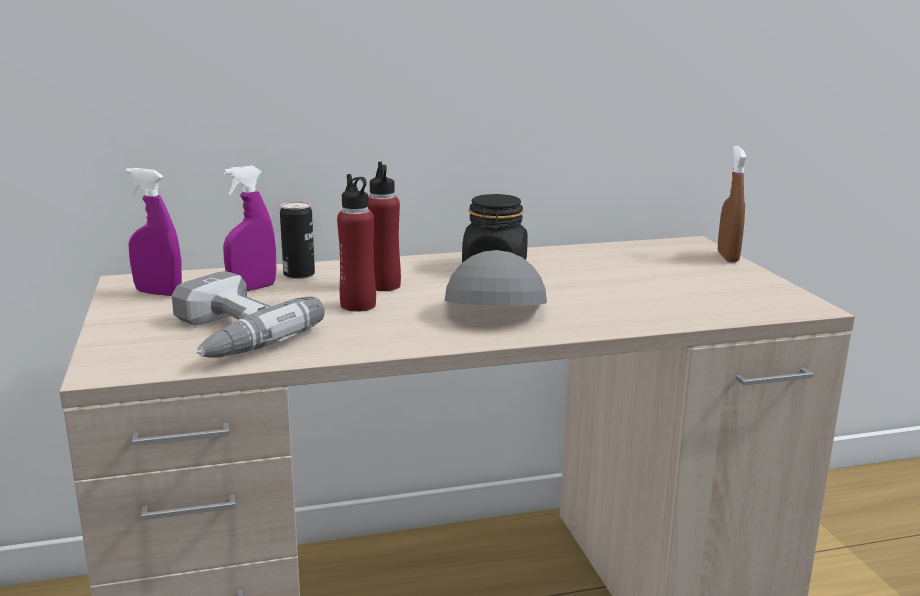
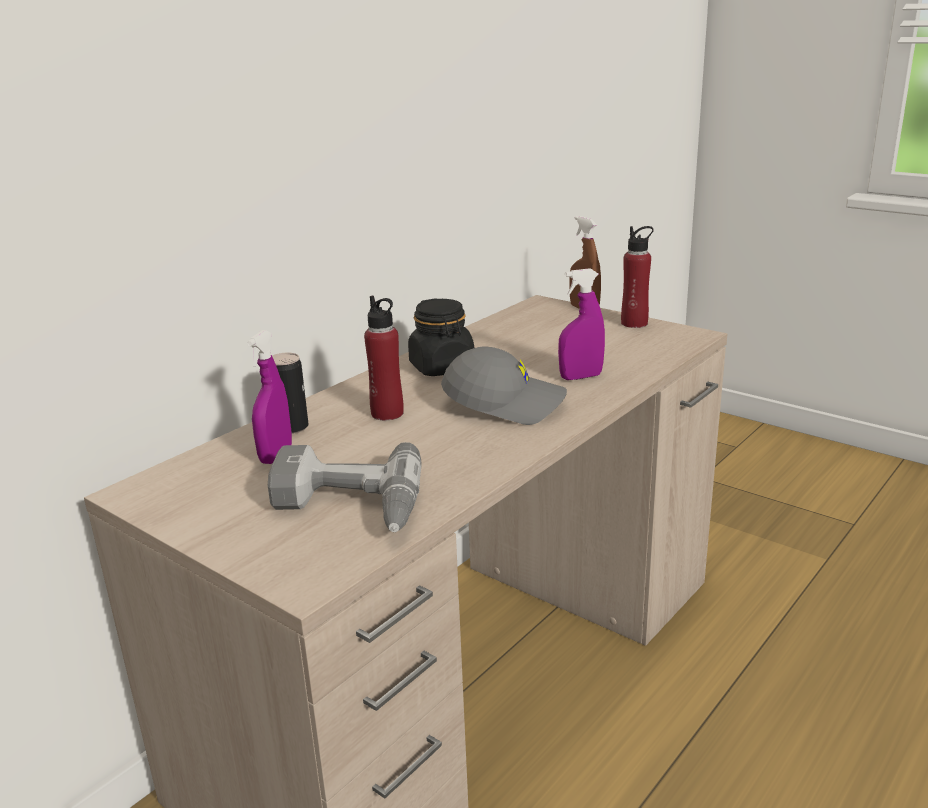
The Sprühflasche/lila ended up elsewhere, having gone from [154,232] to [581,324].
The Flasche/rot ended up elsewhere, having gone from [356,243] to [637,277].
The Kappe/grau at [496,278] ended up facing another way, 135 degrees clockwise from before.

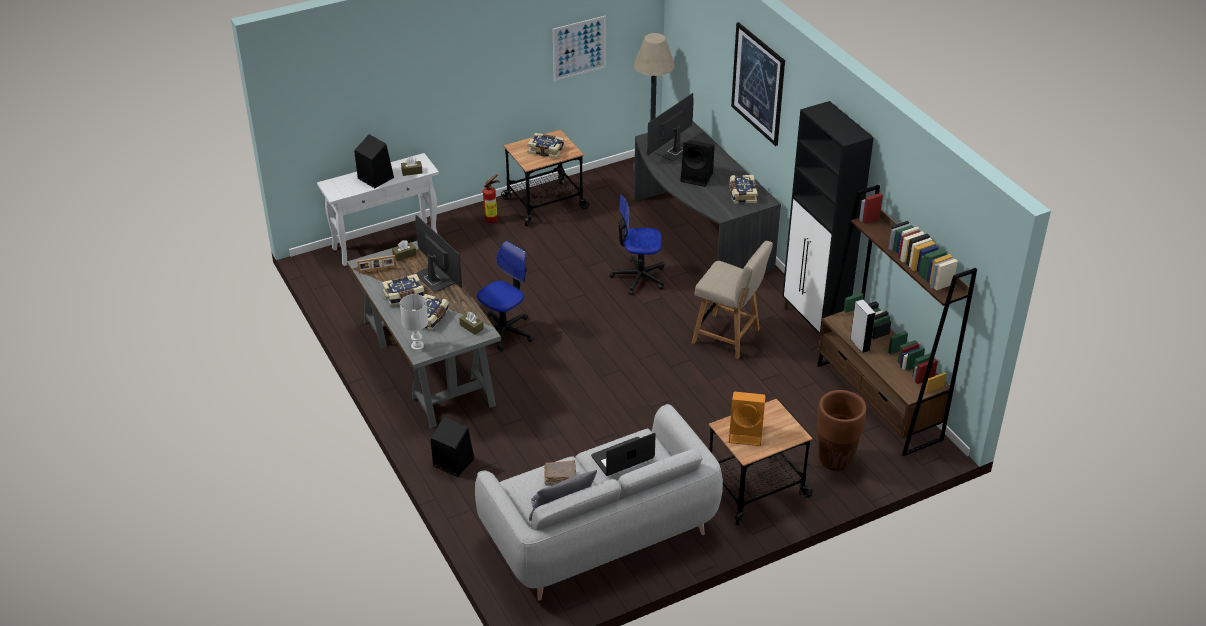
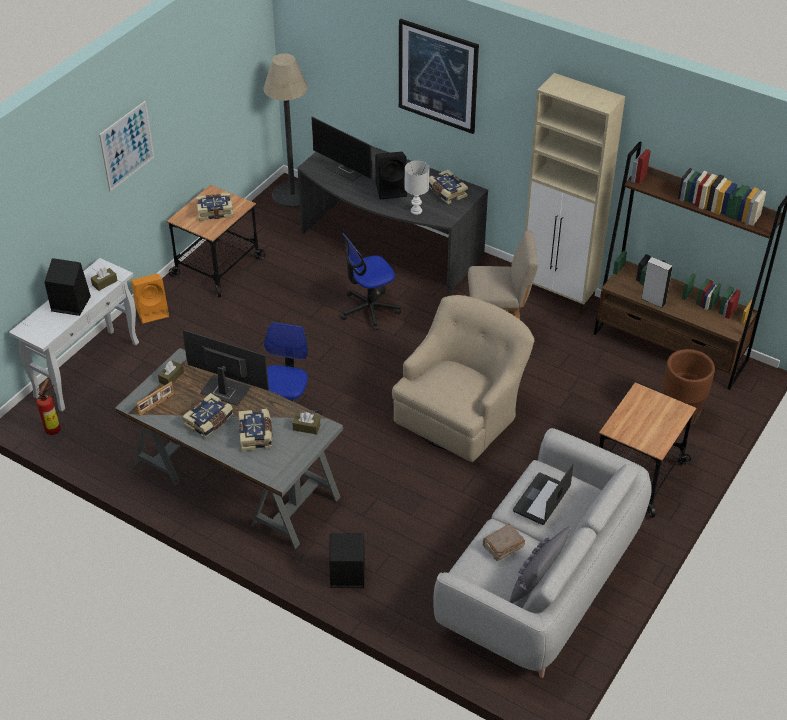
The second view gained the Sessel/beige at [463,378].
The Tischlampe/weiß ended up elsewhere, having gone from [414,322] to [417,188].
The Feuerlöscher ended up elsewhere, having gone from [491,198] to [48,407].
The Bild ended up elsewhere, having gone from [579,48] to [126,146].
The Lautsprecher/orange ended up elsewhere, having gone from [747,419] to [150,298].
What was the Schrank/schwarz at [828,217] turned into the Schrank/beige at [575,193].
The Monitor at [670,127] ended up facing another way, 60 degrees counterclockwise from before.

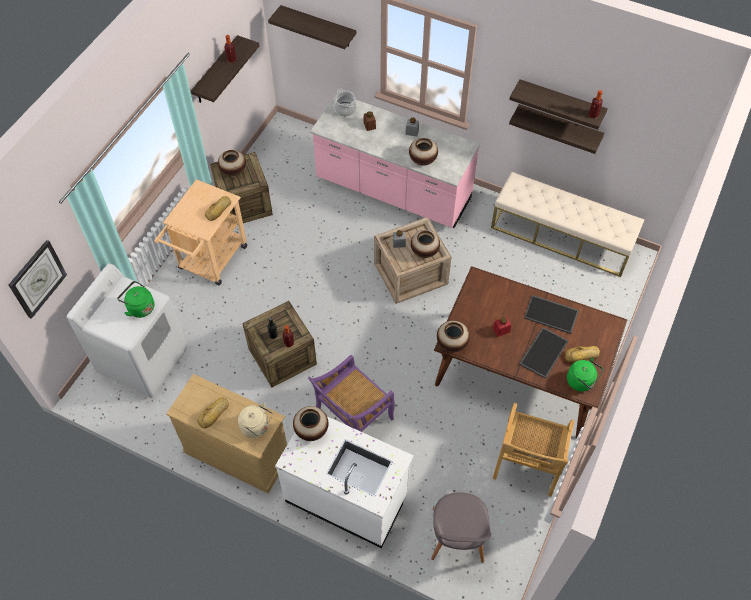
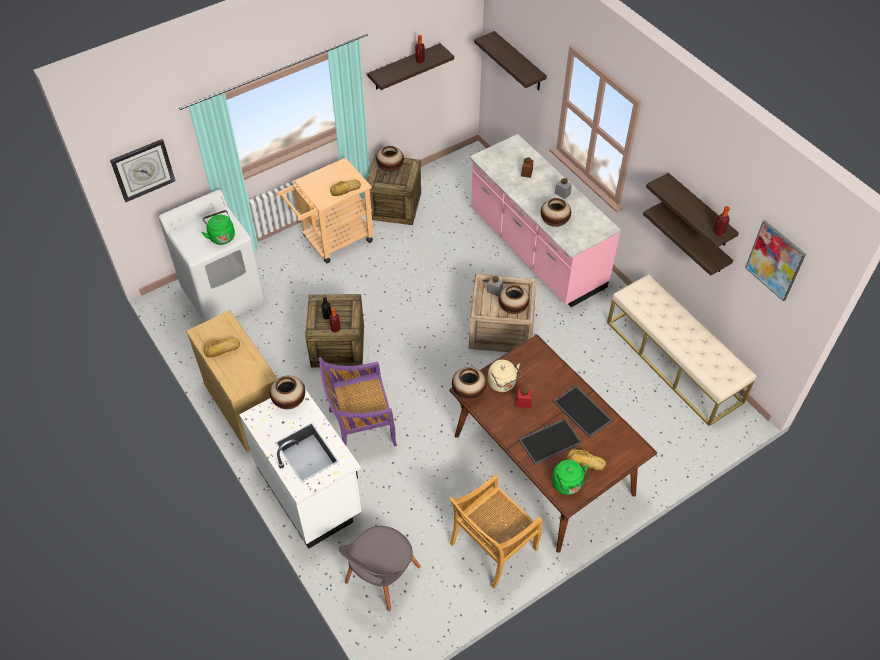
The second view lost the Kochtopf at [345,102].
The second view gained the Bild at [775,260].
The Wasserkessel/beige ended up elsewhere, having gone from [255,420] to [505,376].

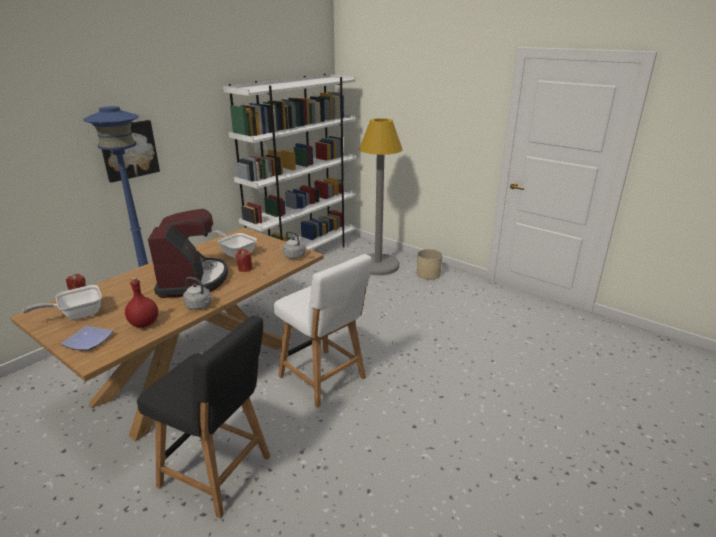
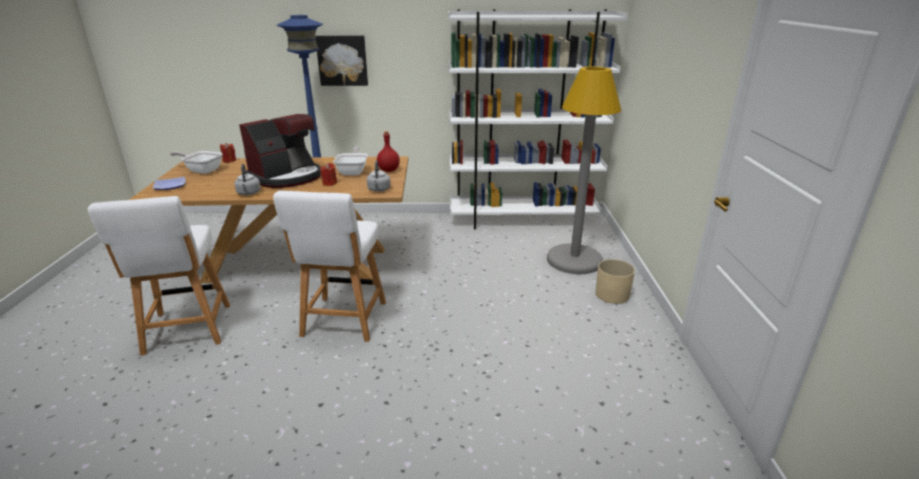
The Flasche/rot ended up elsewhere, having gone from [141,302] to [388,151].
What was the Stuhl/schwarz at [204,417] turned into the Stuhl/weiß at [159,276].

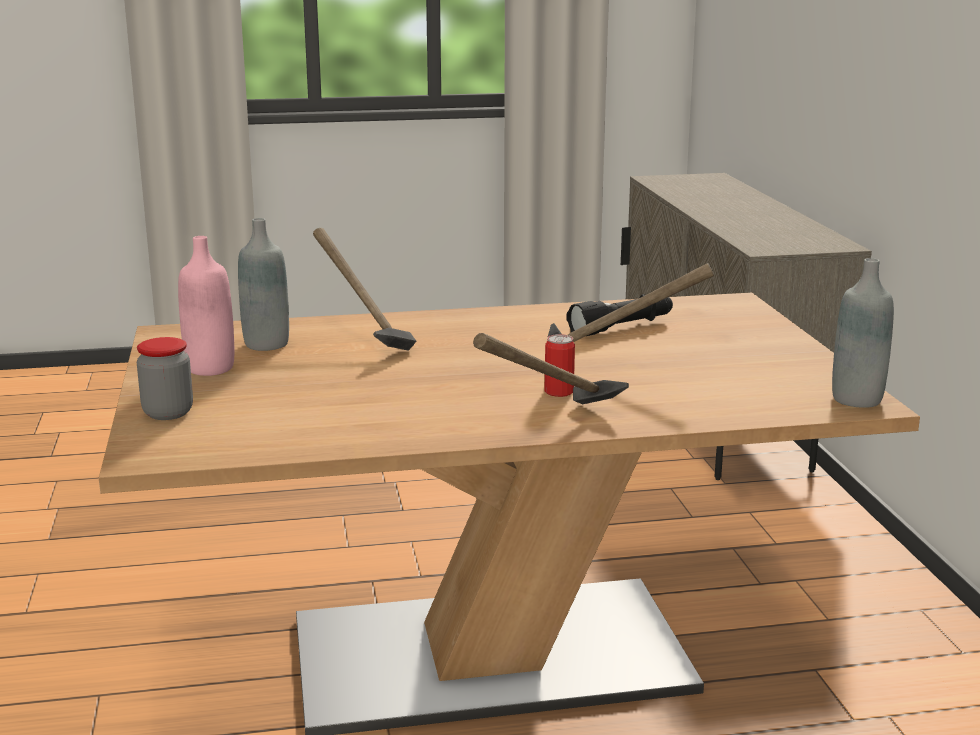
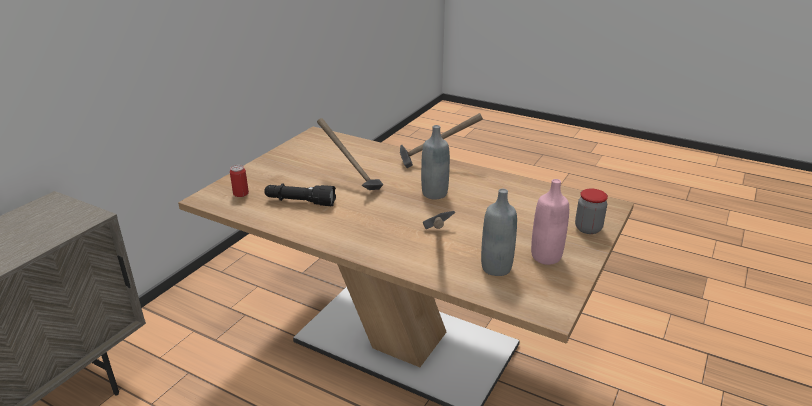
The Dose ended up elsewhere, having gone from [559,365] to [239,181].
The Flasche/grau ended up elsewhere, having gone from [863,333] to [435,162].

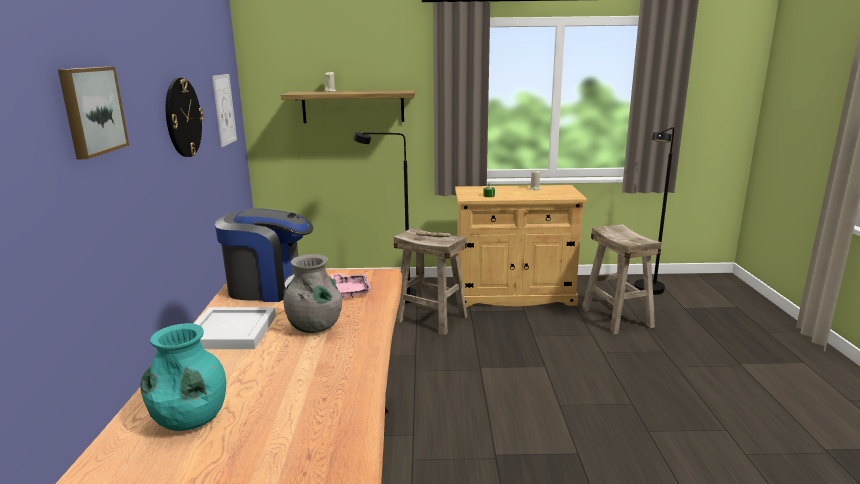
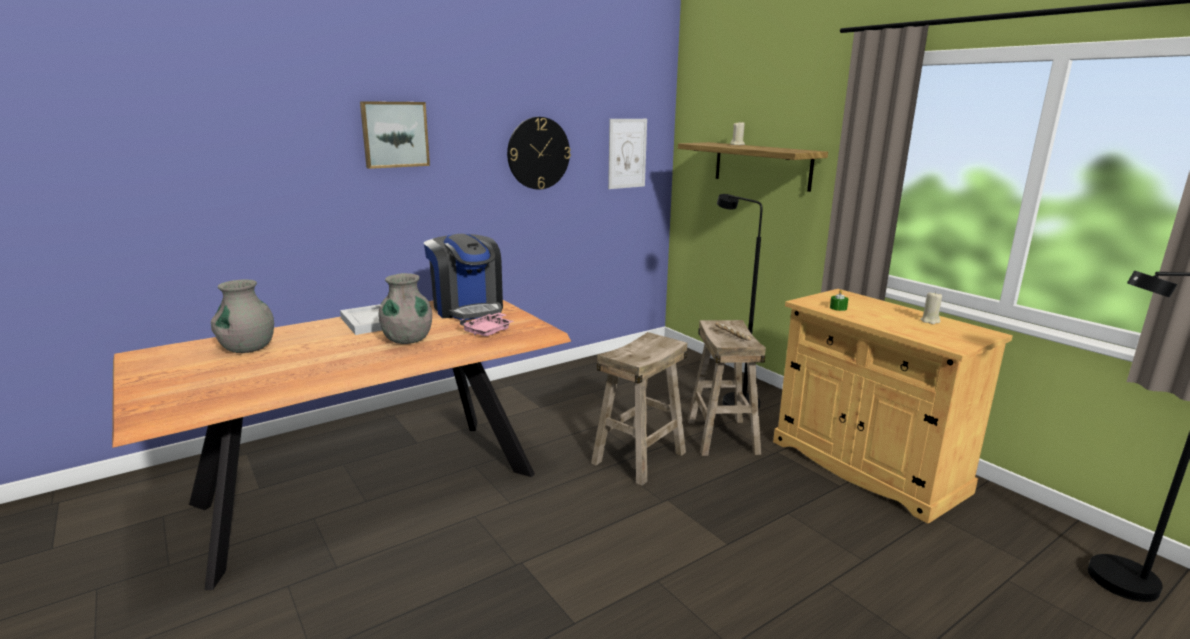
The Hocker/beige ended up elsewhere, having gone from [622,279] to [639,409].
What was the Vase/türkis at [183,377] turned into the Vase/grau at [242,316].

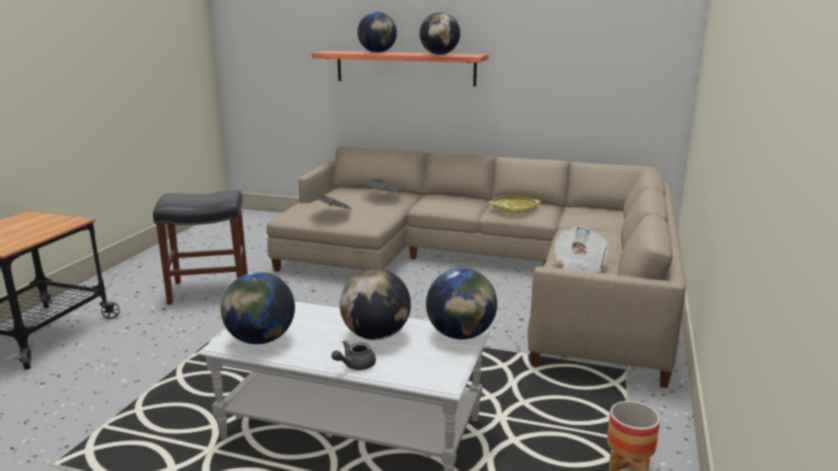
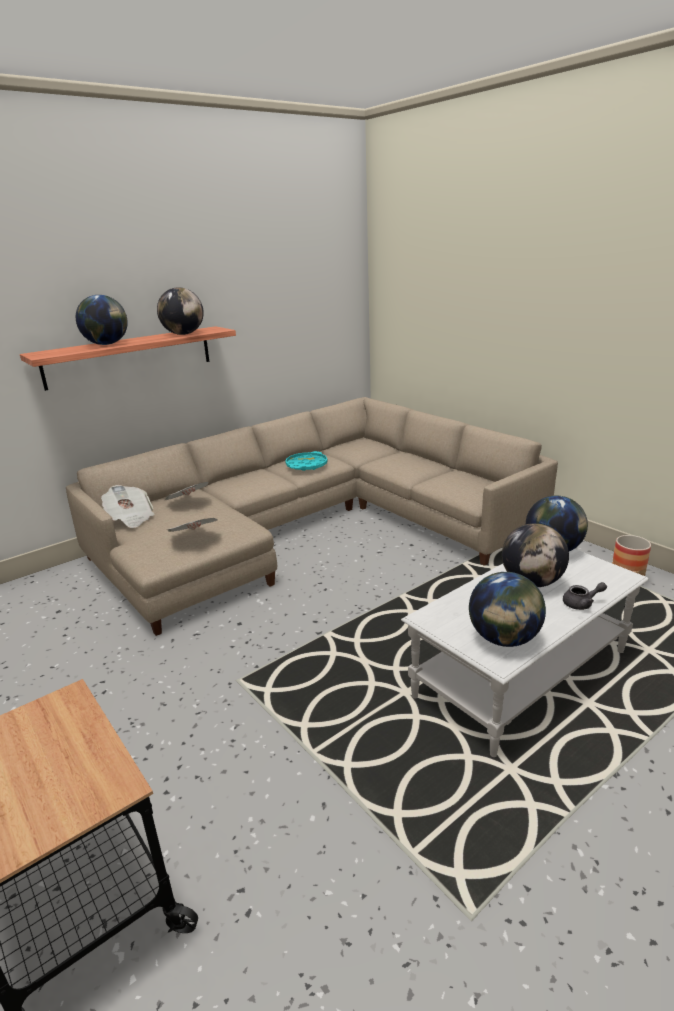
The second view lost the Hocker/schwarz at [200,247].
The Zeitung ended up elsewhere, having gone from [581,249] to [128,506].
What was the Tablett/gelb at [514,204] turned into the Tablett/türkis at [306,461].
The Teekanne/grau at [353,355] ended up facing another way, 90 degrees counterclockwise from before.

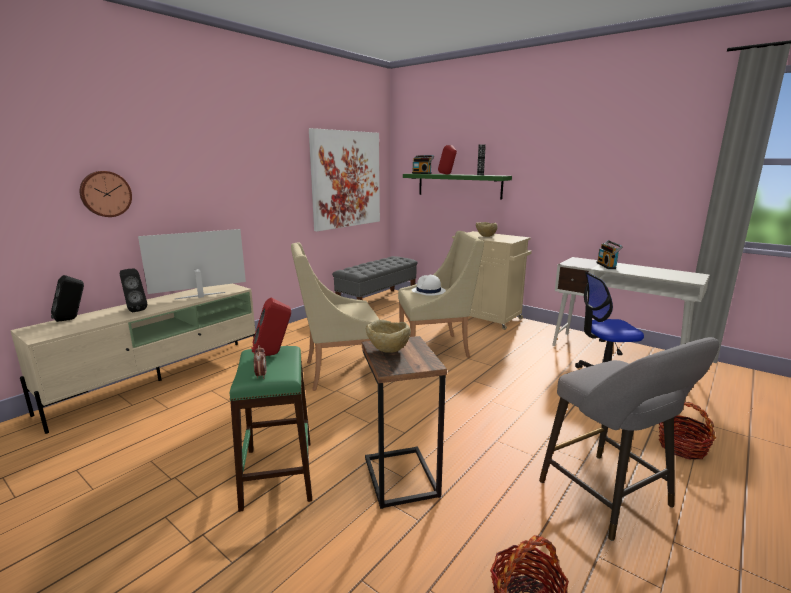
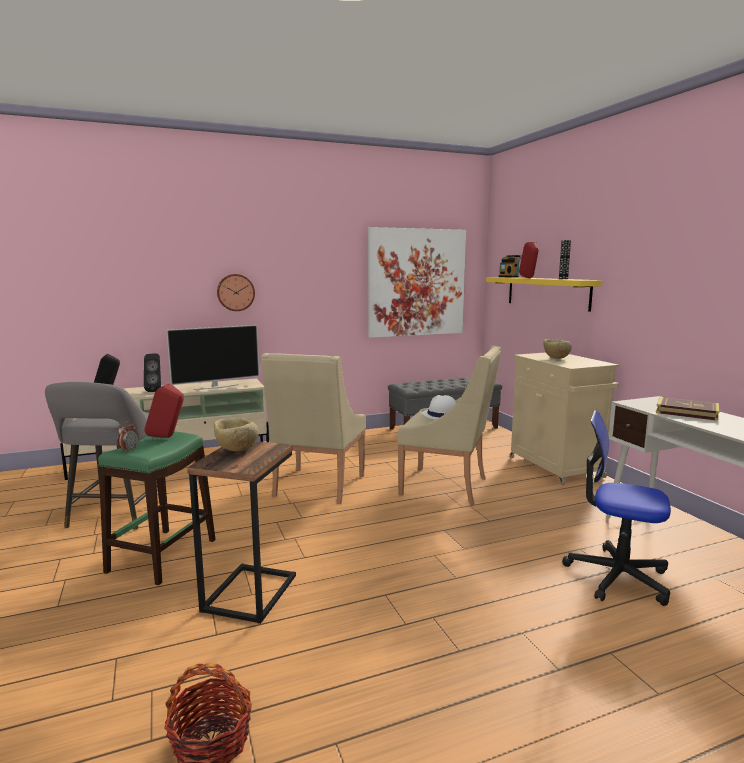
The second view lost the Korb at [687,431].
The Wanduhr ended up elsewhere, having gone from [106,194] to [236,292].
The Hocker/grau ended up elsewhere, having gone from [629,439] to [97,456].
Where the Radio stood at [609,254], the Buch came to stand at [687,409].
What was the Wandregal/grün at [457,186] turned into the Wandregal/gelb at [544,294].
The Fernseher at [192,264] ended up facing another way, 150 degrees clockwise from before.
The Sessel/beige at [335,316] ended up facing another way, 90 degrees counterclockwise from before.

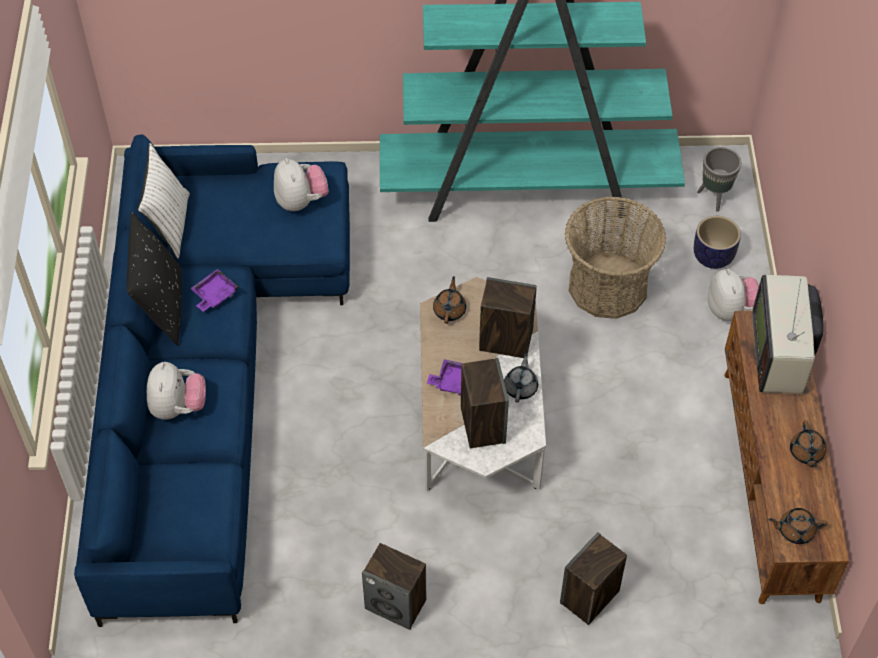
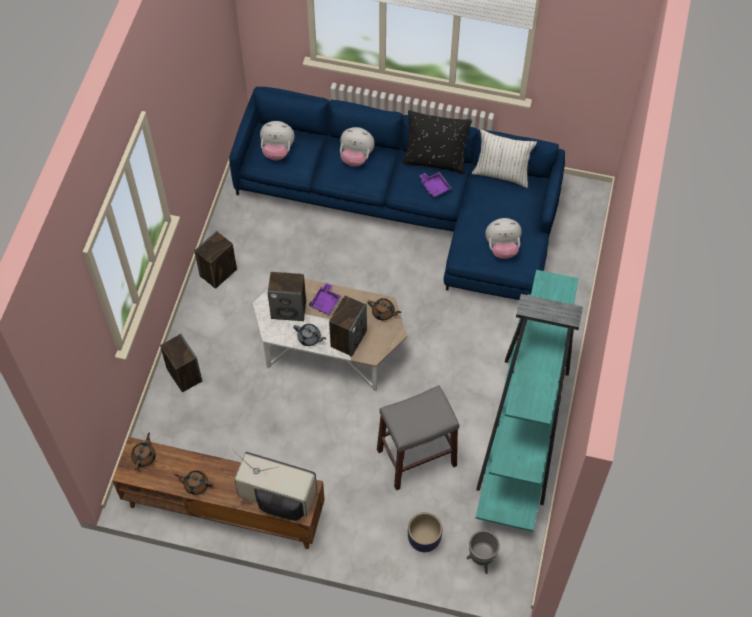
The Plüschtier ended up elsewhere, having gone from [733,295] to [277,140].
Where the Korb stood at [615,257], the Hocker/grau came to stand at [418,437].

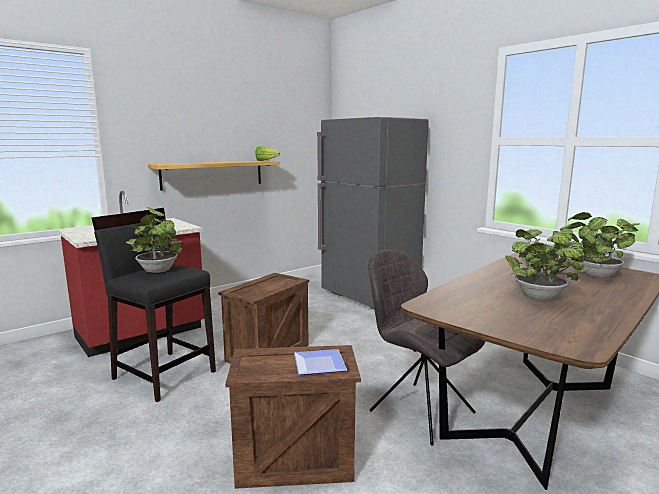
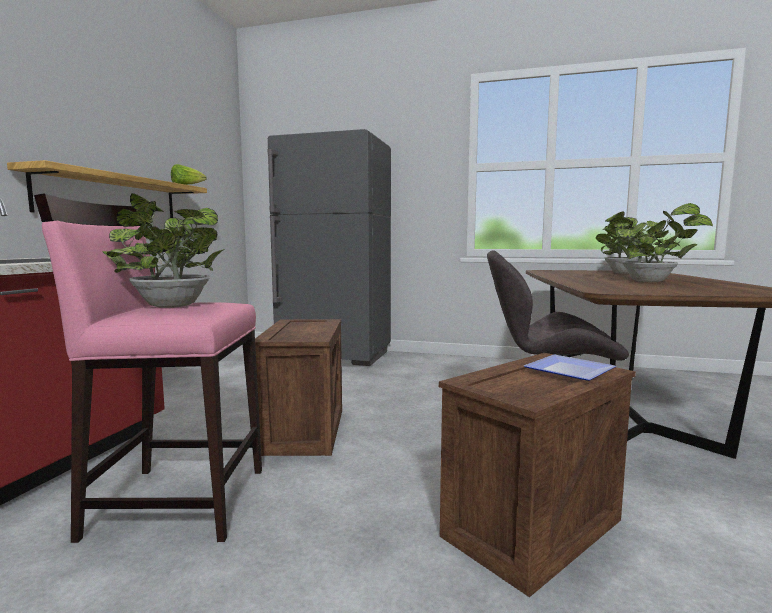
What was the Hocker/schwarz at [153,305] turned into the Hocker/rosa at [148,368].

